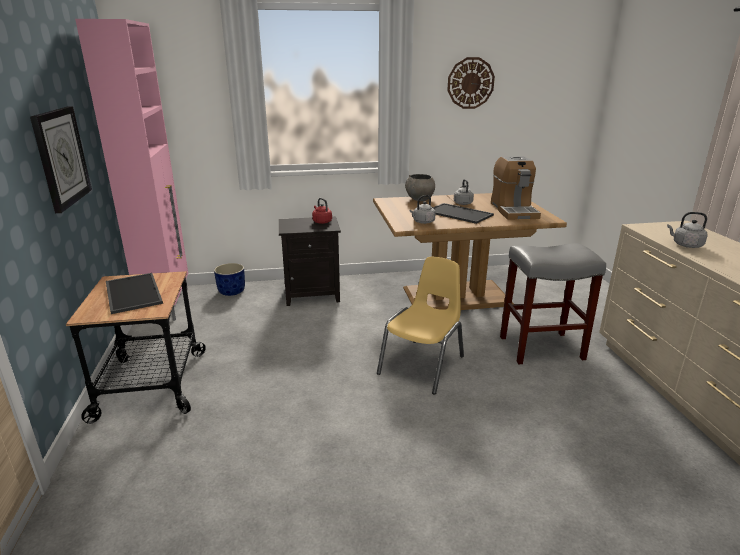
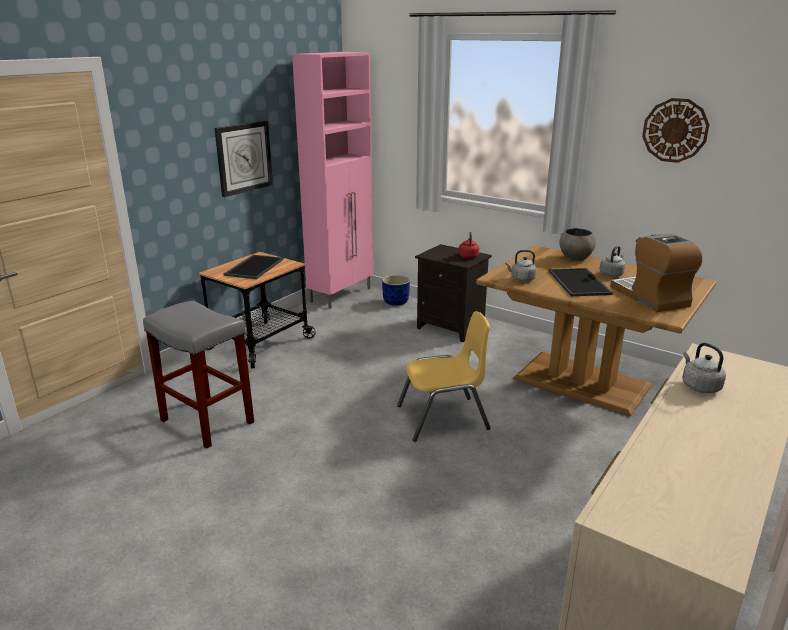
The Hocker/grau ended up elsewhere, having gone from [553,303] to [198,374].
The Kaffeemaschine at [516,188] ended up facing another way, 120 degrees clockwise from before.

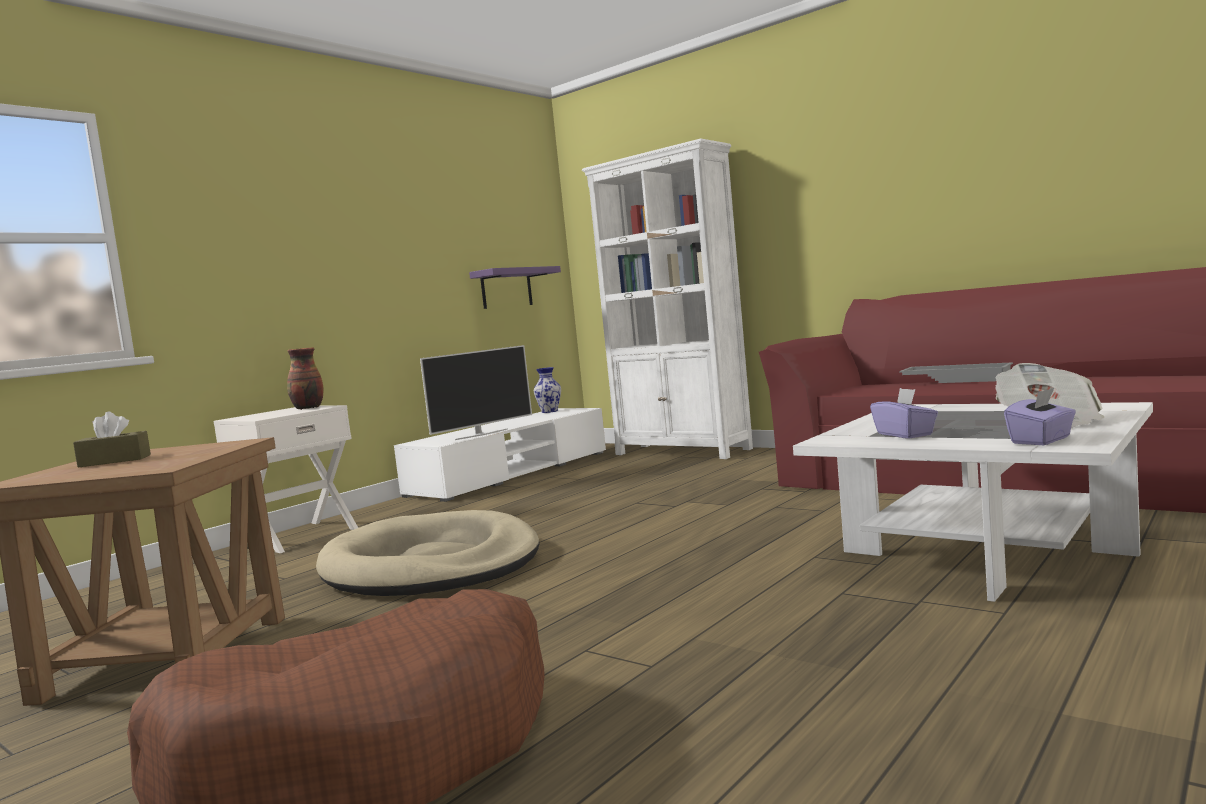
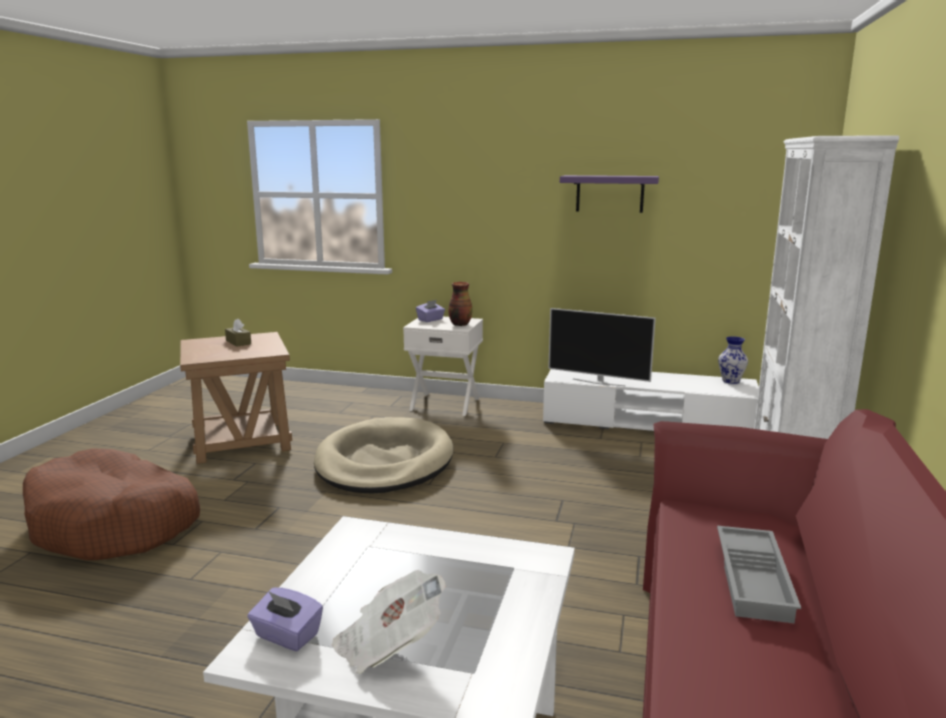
The Wandregal/lila ended up elsewhere, having gone from [515,287] to [609,194].
The Taschentuchbox/lila ended up elsewhere, having gone from [904,413] to [430,311].

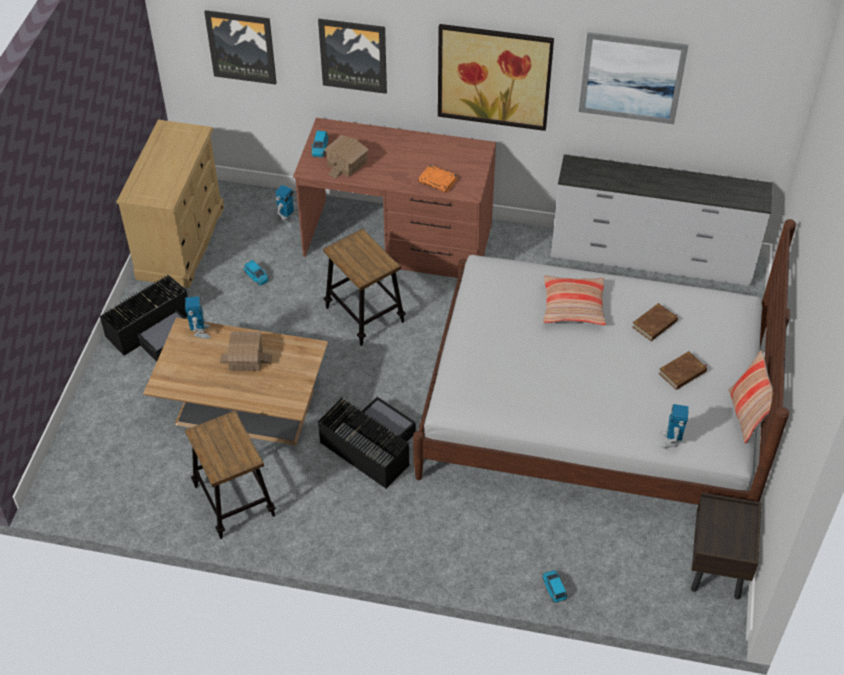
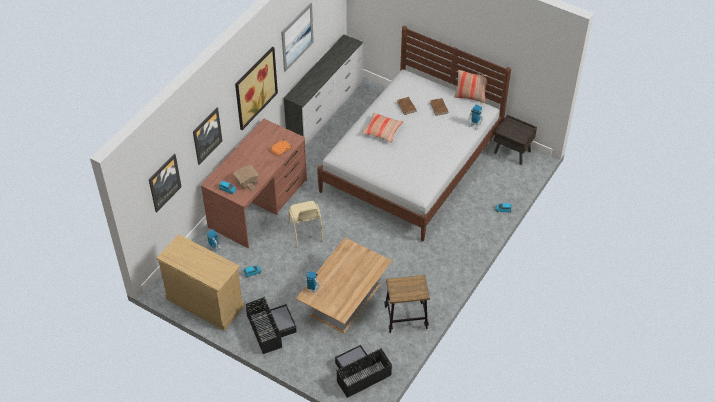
The second view lost the Spielzeughaus at [246,351].
The Aufbewahrungsbox/schwarz ended up elsewhere, having gone from [367,442] to [363,371].
Where the Hocker stood at [364,287], the Stuhl/beige came to stand at [306,224].

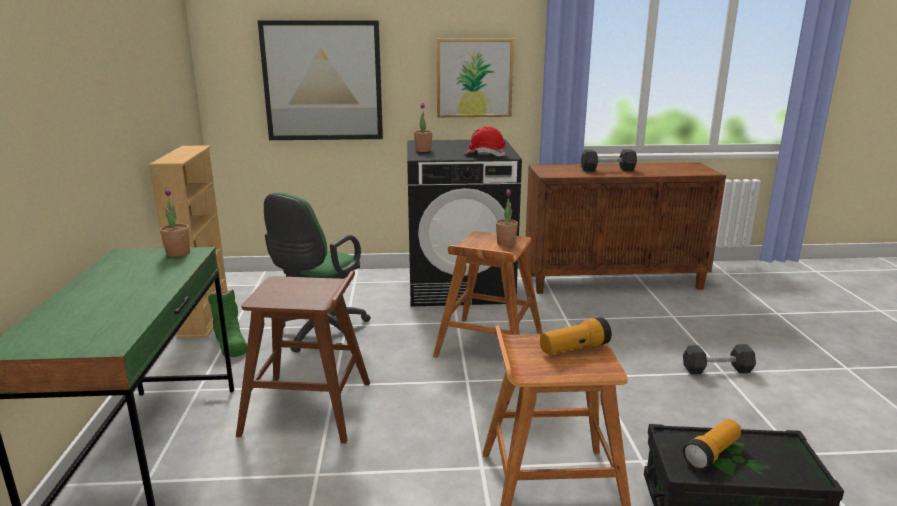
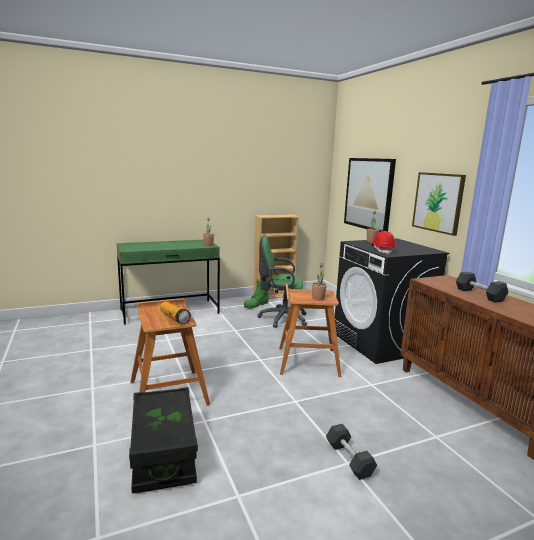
The second view lost the Hocker/braun at [303,357].
The second view lost the Taschenlampe at [712,444].

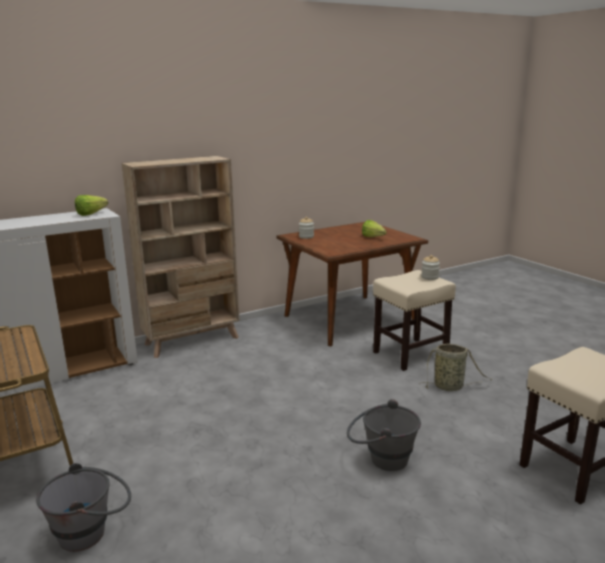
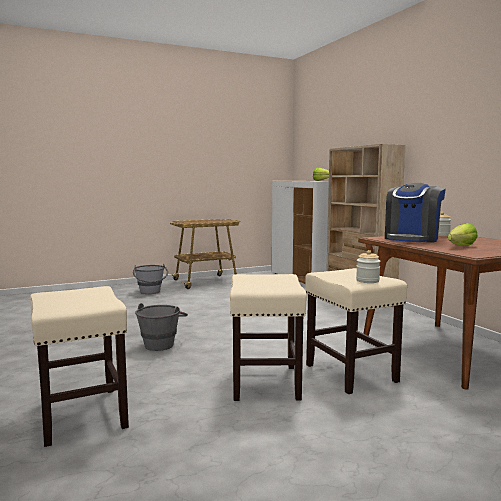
The second view gained the Kaffeemaschine at [415,213].
Where the Korb stood at [456,367], the Hocker/beige came to stand at [268,337].

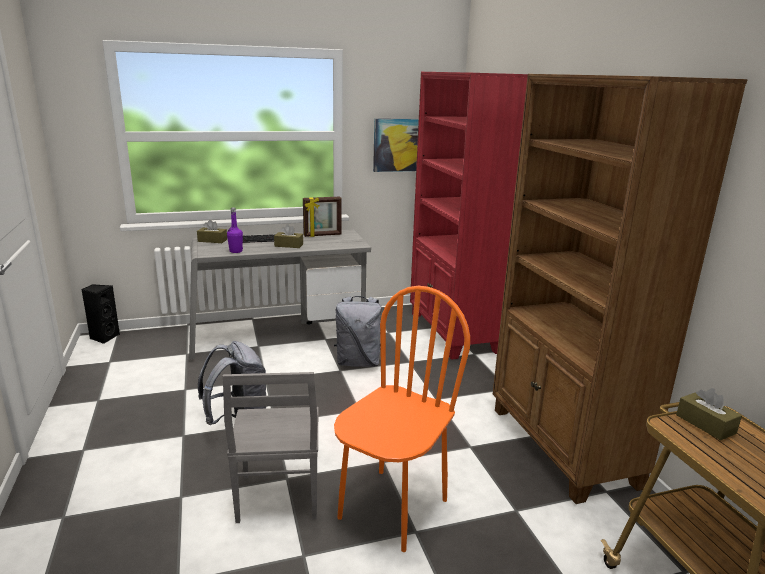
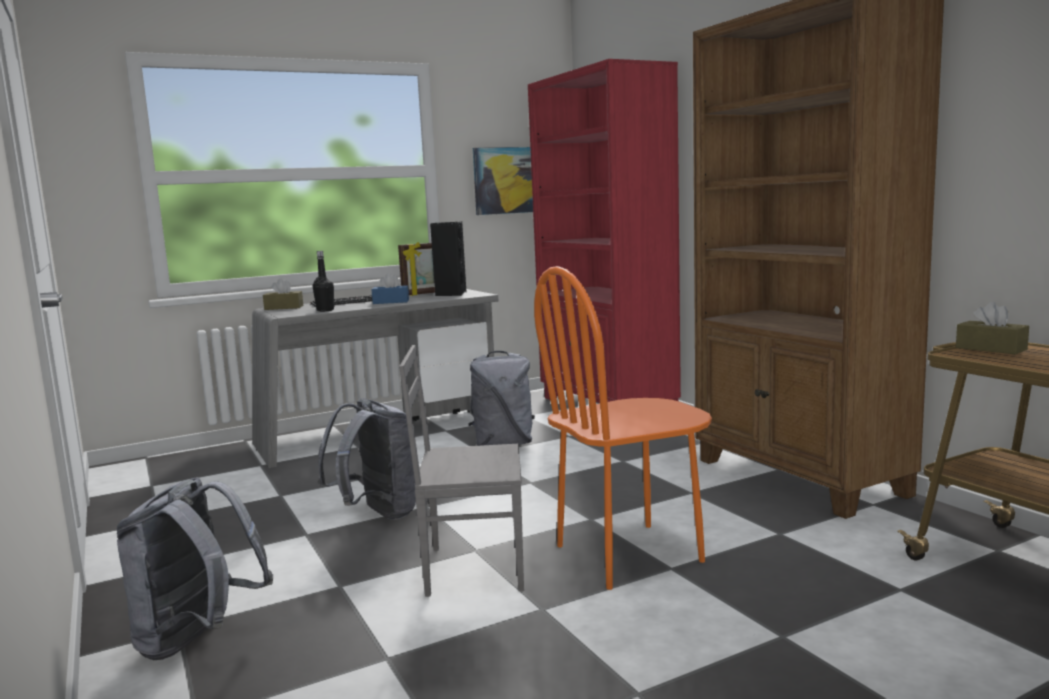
The second view gained the Rucksack/grau at [195,568].
The Lautsprecher/schwarz ended up elsewhere, having gone from [100,314] to [448,259].
What was the Flasche/lila at [235,230] turned into the Flasche/schwarz at [324,281].
What was the Taschentuchbox/braun at [288,236] turned into the Taschentuchbox/blau at [390,288].
The Stuhl/grau at [270,447] ended up facing another way, 105 degrees clockwise from before.
The Stuhl/orange at [402,419] ended up facing another way, 135 degrees counterclockwise from before.

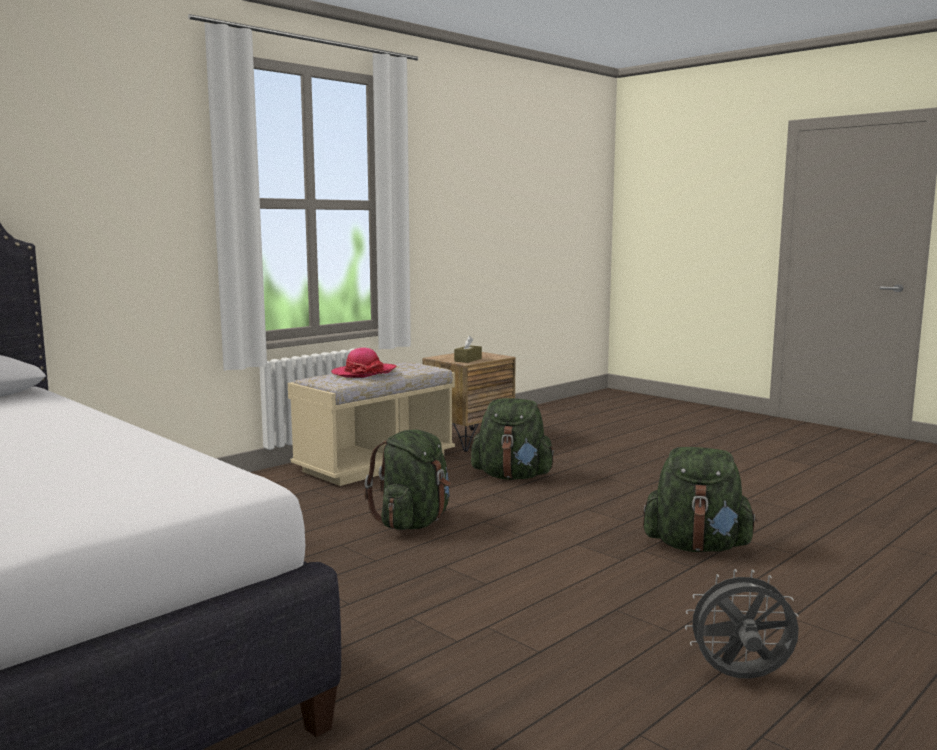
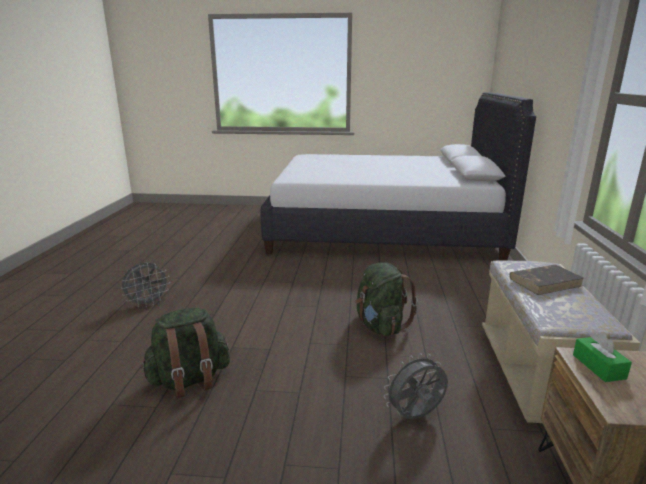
Where the Hut stood at [363,362], the Buch/braun came to stand at [546,279].
Where the Rucksack/grün stood at [513,439], the Ventilator/grau came to stand at [416,386].
What was the Taschentuchbox/braun at [468,349] turned into the Taschentuchbox/grün at [602,357].

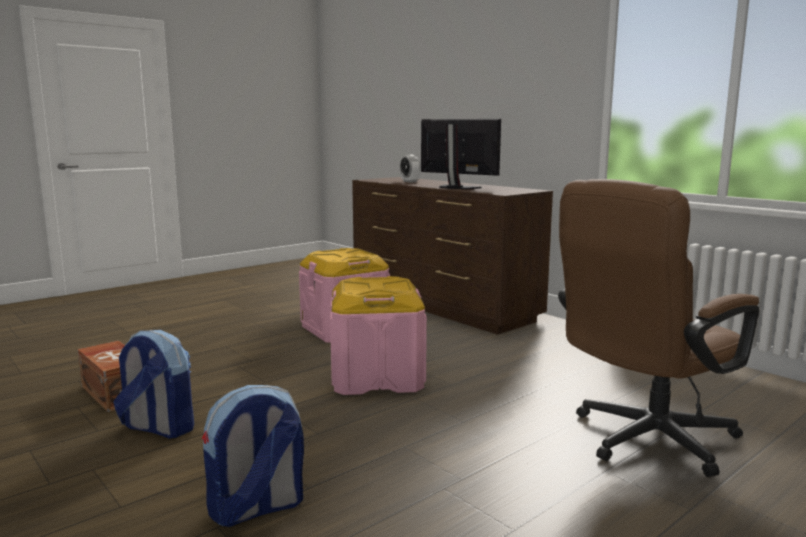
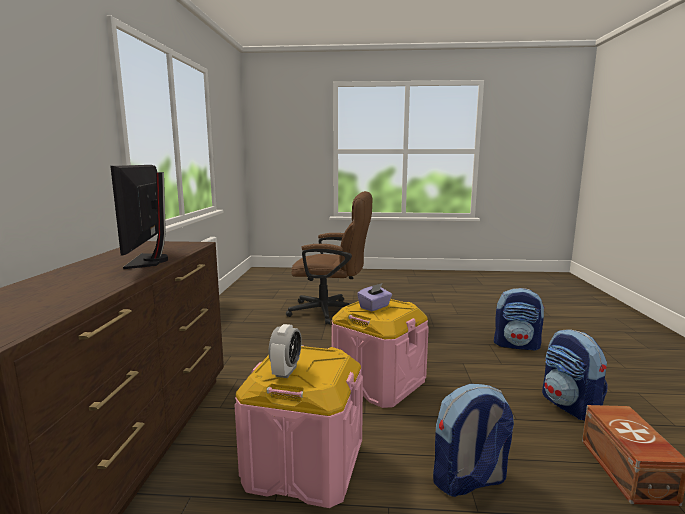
The second view gained the Taschentuchbox/lila at [374,297].
The second view gained the Rucksack at [473,440].
The Wecker ended up elsewhere, having gone from [410,168] to [285,351].

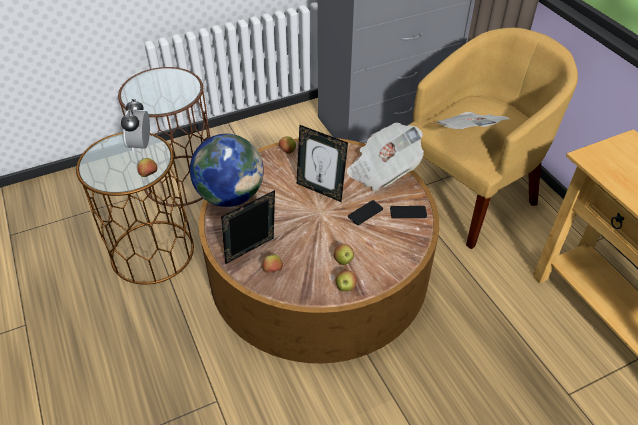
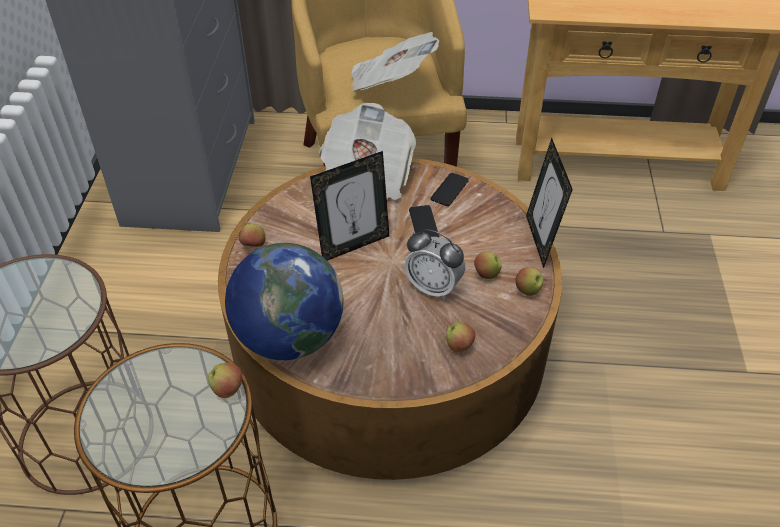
The Wecker ended up elsewhere, having gone from [135,126] to [434,264].
The Bilderrahmen ended up elsewhere, having gone from [248,227] to [549,203].

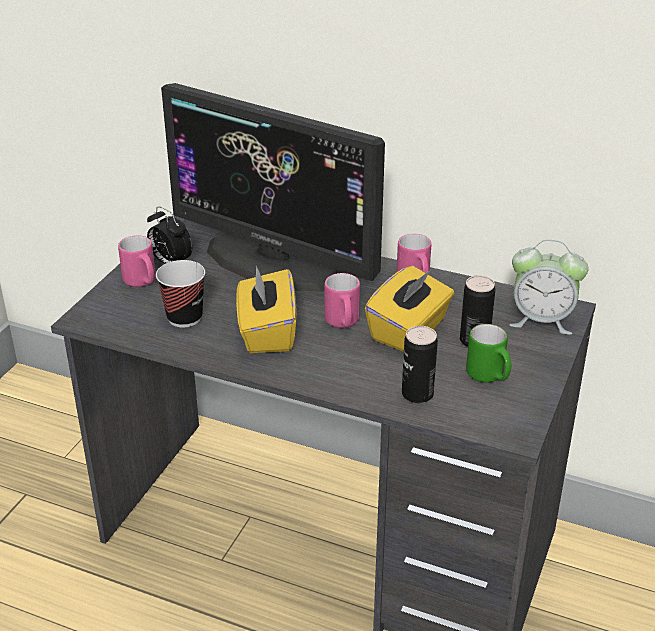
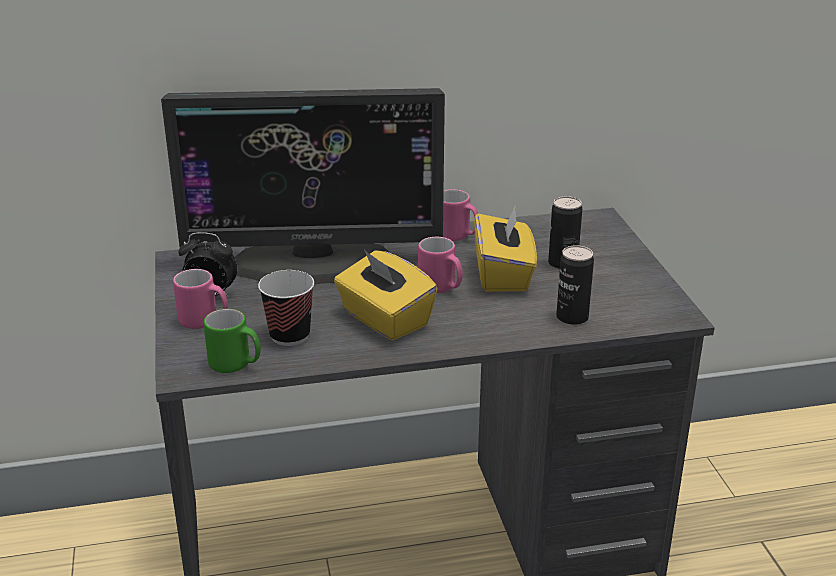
The second view lost the Wecker at [549,287].
The Henkelbecher/grün ended up elsewhere, having gone from [488,353] to [232,341].

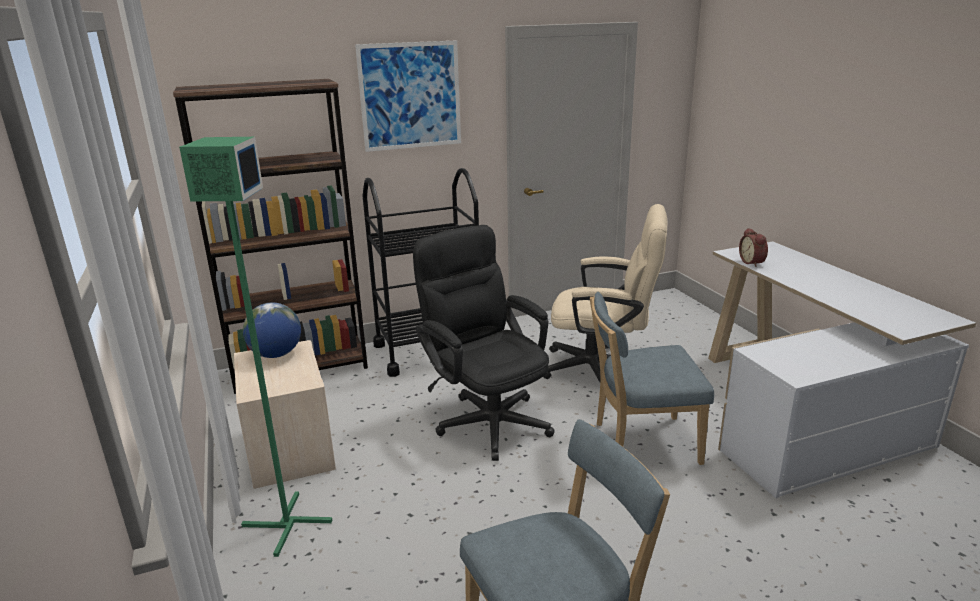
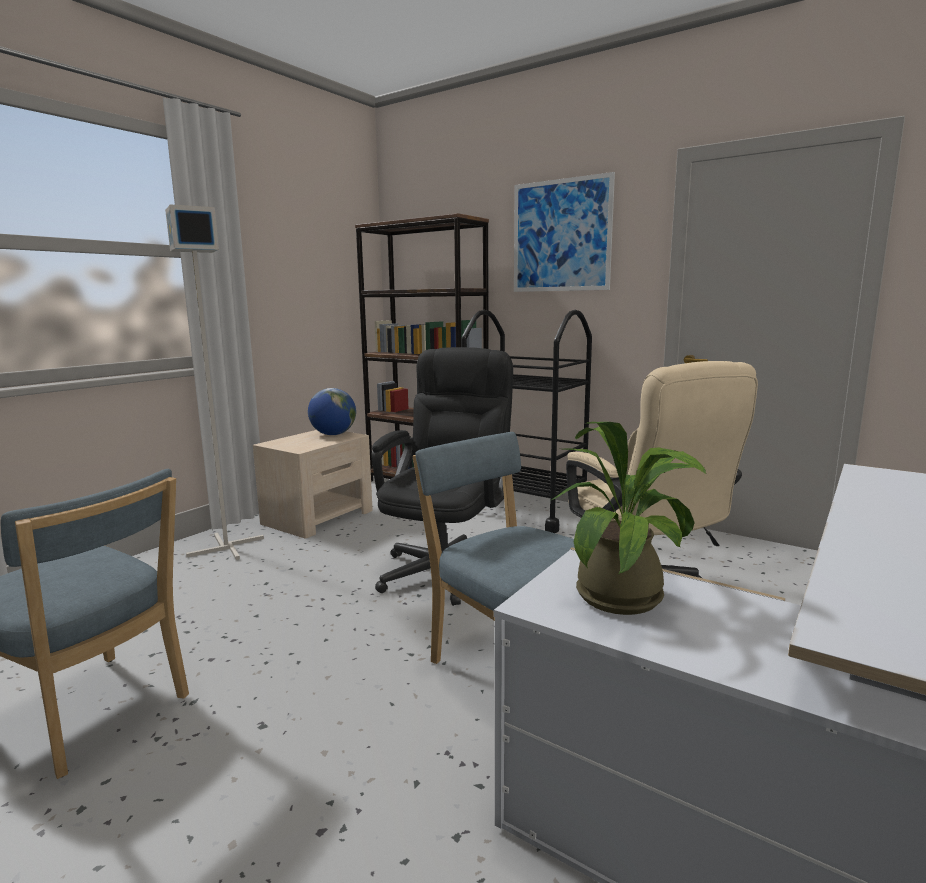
The second view lost the Wecker at [753,247].
The second view gained the Topfpflanze at [628,518].
What was the Stehlampe/grün at [255,347] turned into the Stehlampe/grau at [214,382].

